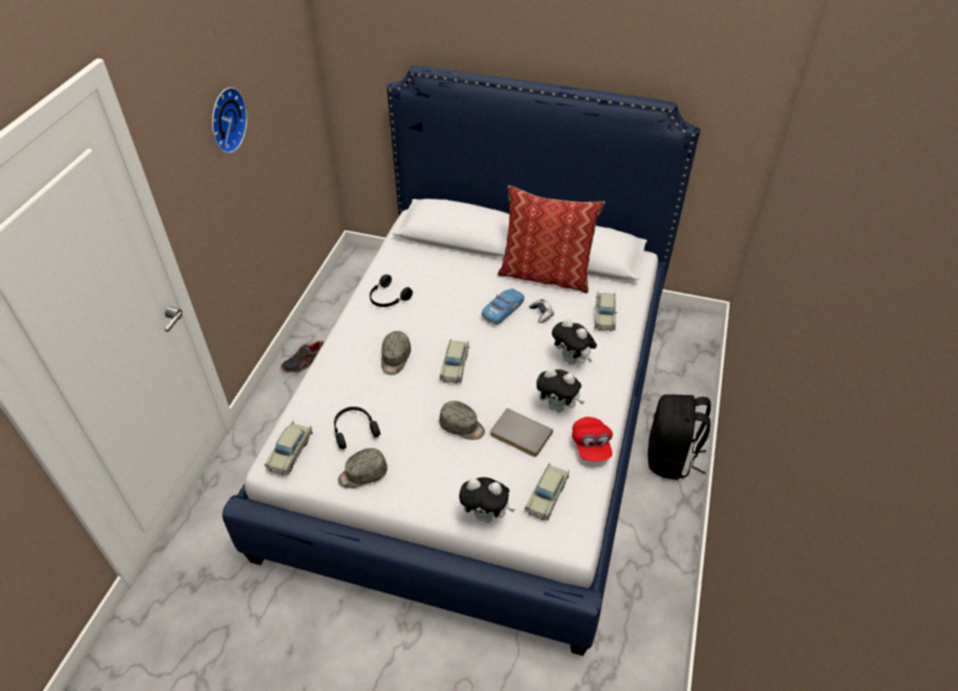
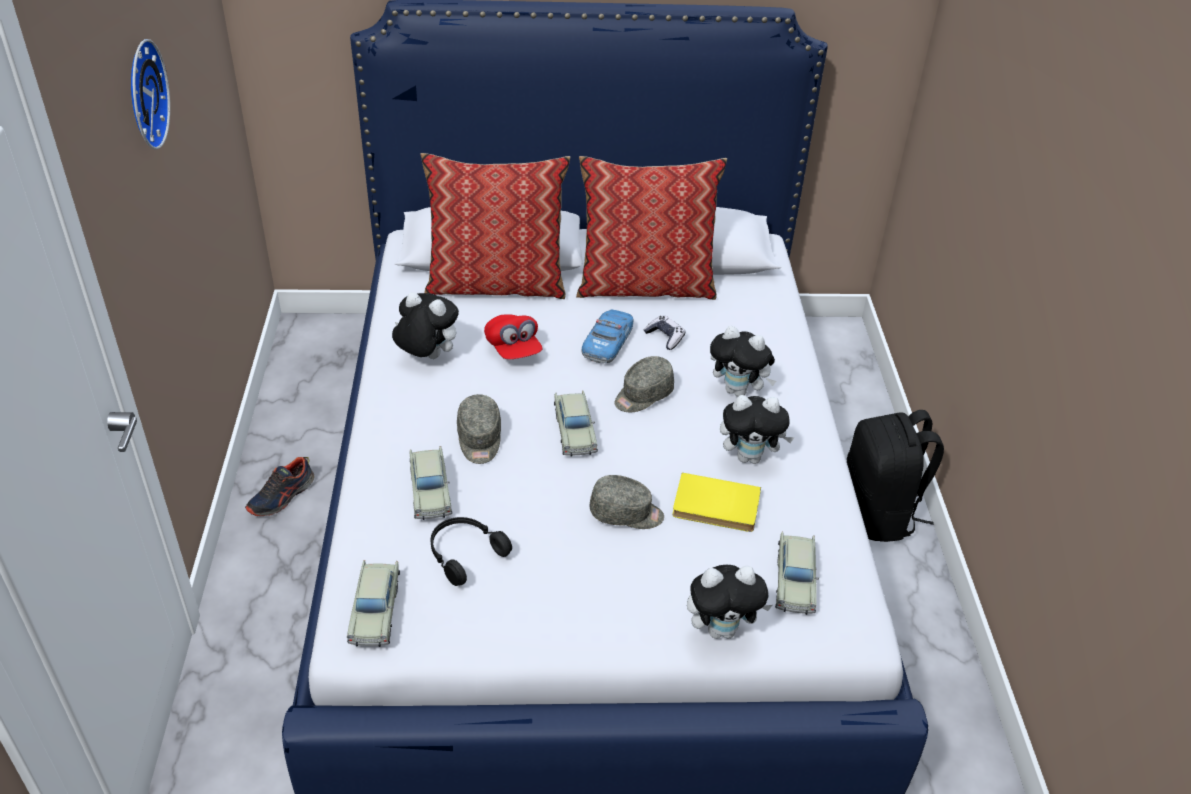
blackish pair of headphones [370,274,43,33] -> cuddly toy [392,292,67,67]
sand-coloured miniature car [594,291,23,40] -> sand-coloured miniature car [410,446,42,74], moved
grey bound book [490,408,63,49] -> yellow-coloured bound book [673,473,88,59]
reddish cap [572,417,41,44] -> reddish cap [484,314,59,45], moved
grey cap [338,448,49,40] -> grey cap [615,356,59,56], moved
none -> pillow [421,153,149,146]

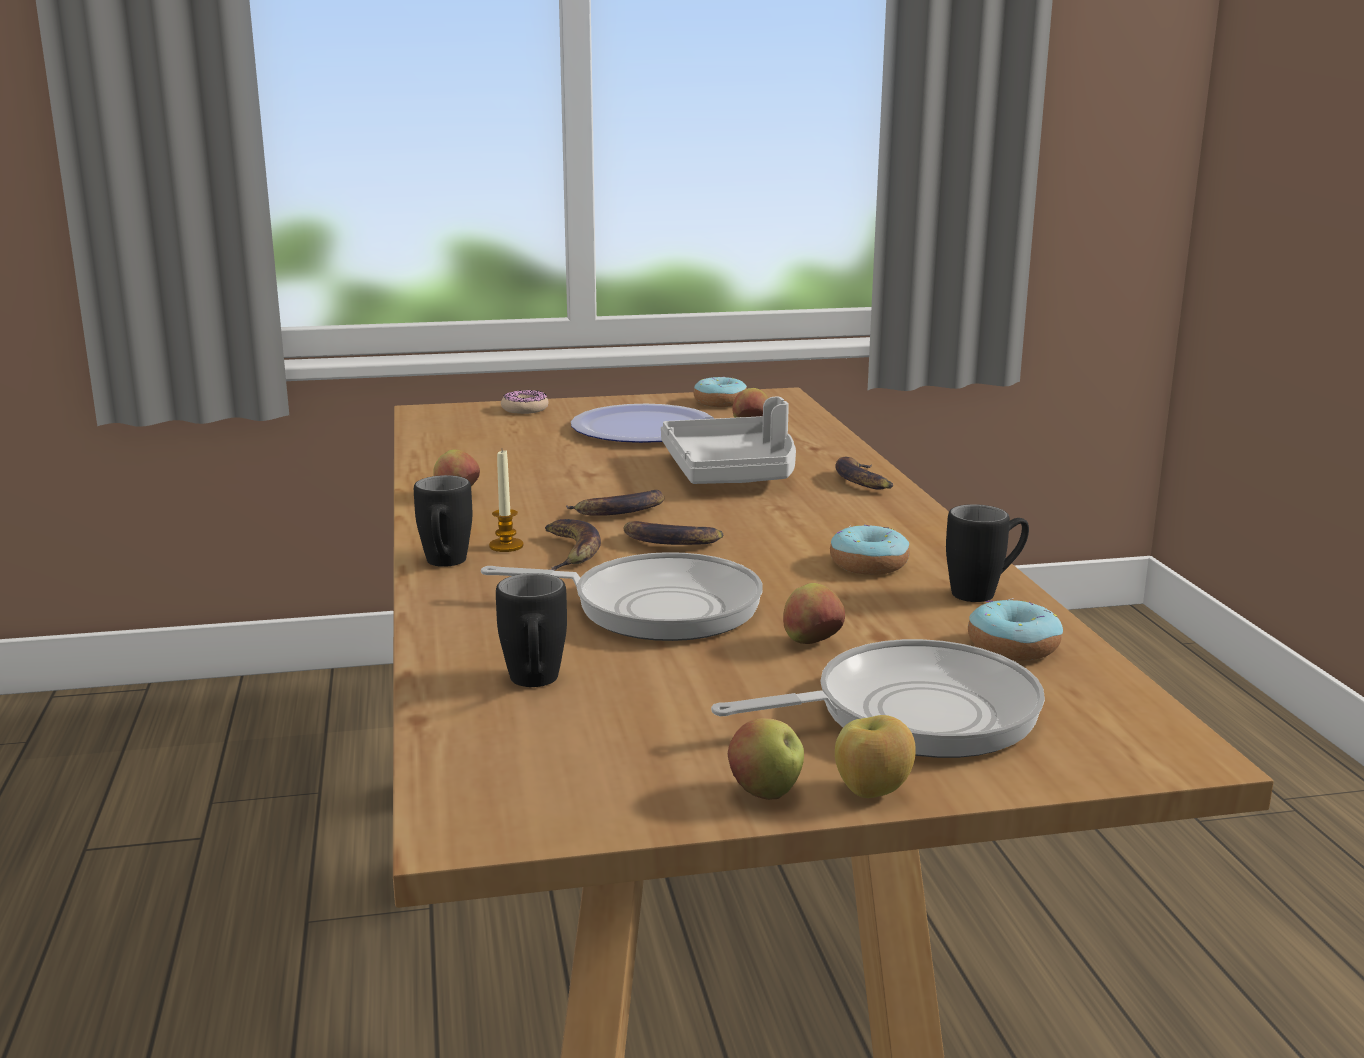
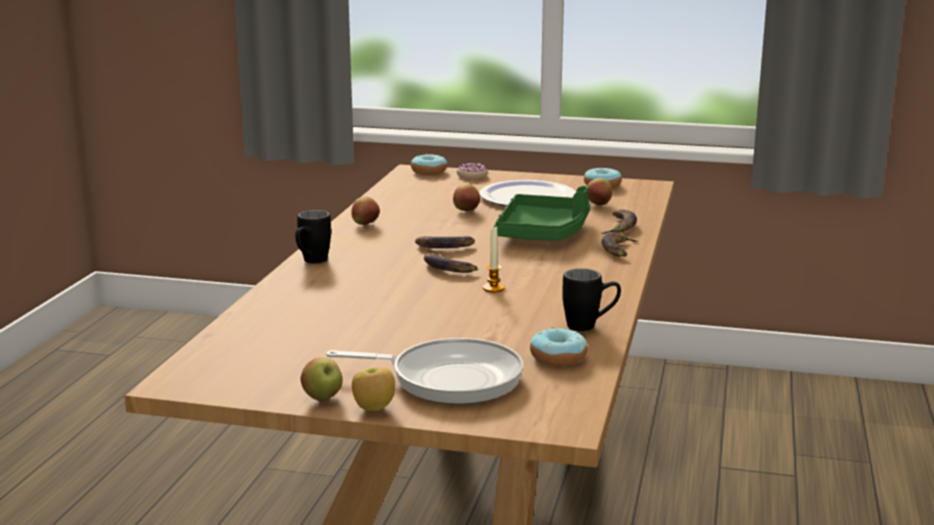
grey tray [661,397,135,87] -> green tray [494,186,96,55]
wax light [489,450,35,102] -> wax light [483,227,22,65], moved
banana fruit [545,519,56,52] -> banana fruit [602,209,35,25], moved
ring doughnut [830,525,80,50] -> ring doughnut [411,154,36,21], moved
skillet [481,552,282,89] -> none
blackish coffee mug [496,573,71,114] -> none
whole apple [783,583,62,61] -> whole apple [453,184,27,27], moved

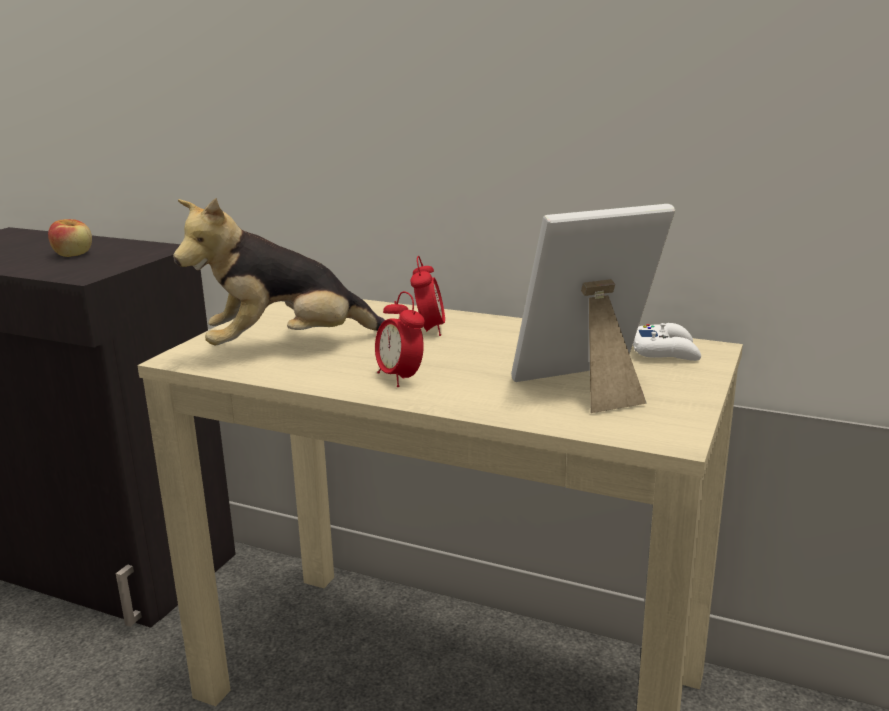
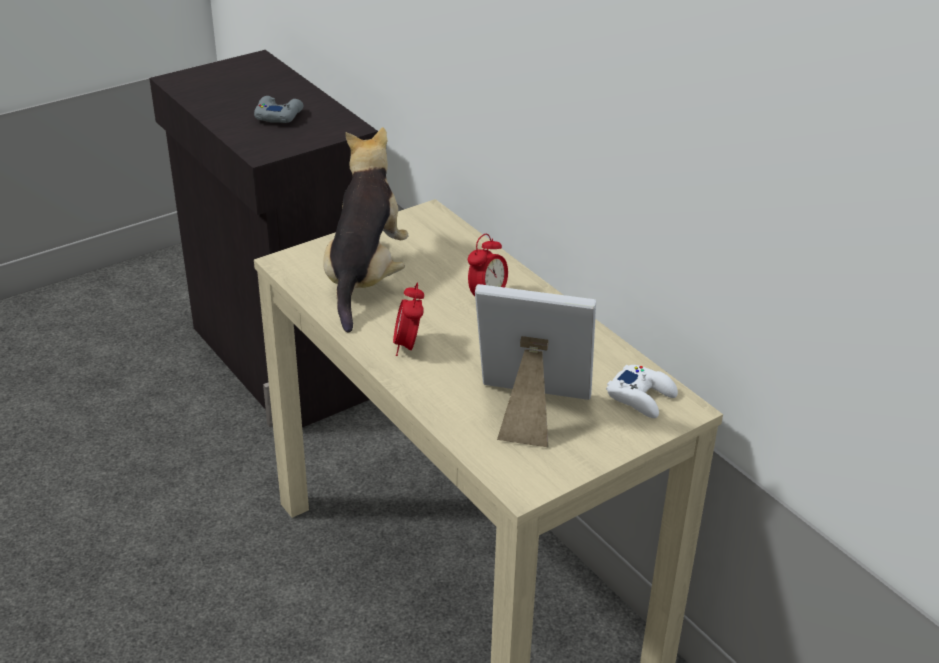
cuddly toy [173,198,212,147] -> cuddly toy [323,127,86,205], 90 degrees clockwise
whole apple [48,219,44,38] -> grey gamepad [254,96,49,27]

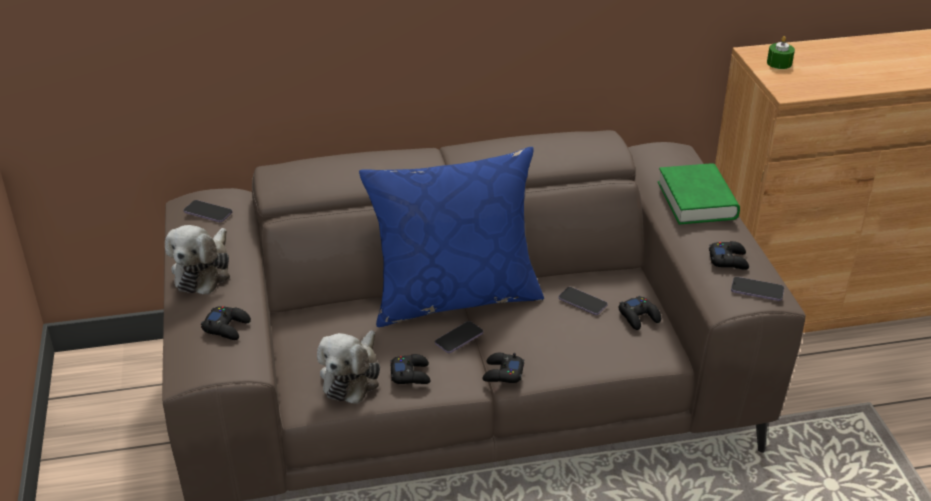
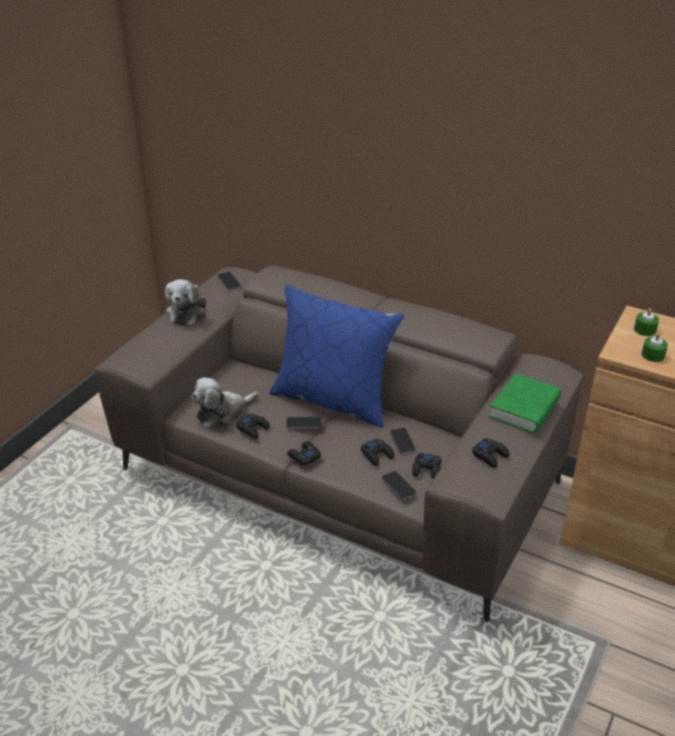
cuddly toy [165,225,65,70] -> cuddly toy [165,279,41,46], 45 degrees counterclockwise
telephone [731,277,53,24] -> telephone [382,471,34,29], moved
blackish gamepad [201,306,50,34] -> blackish gamepad [361,438,33,28], moved
none -> green wax light [641,333,27,29]

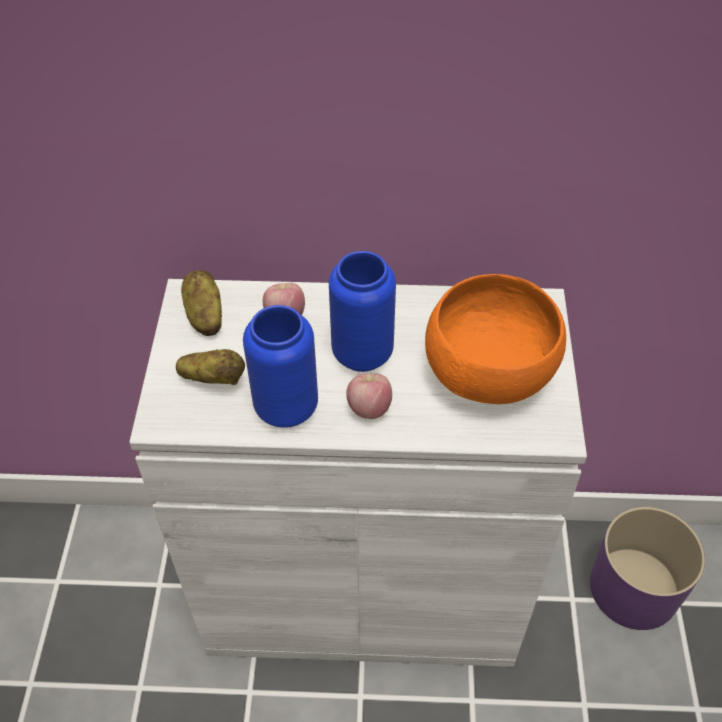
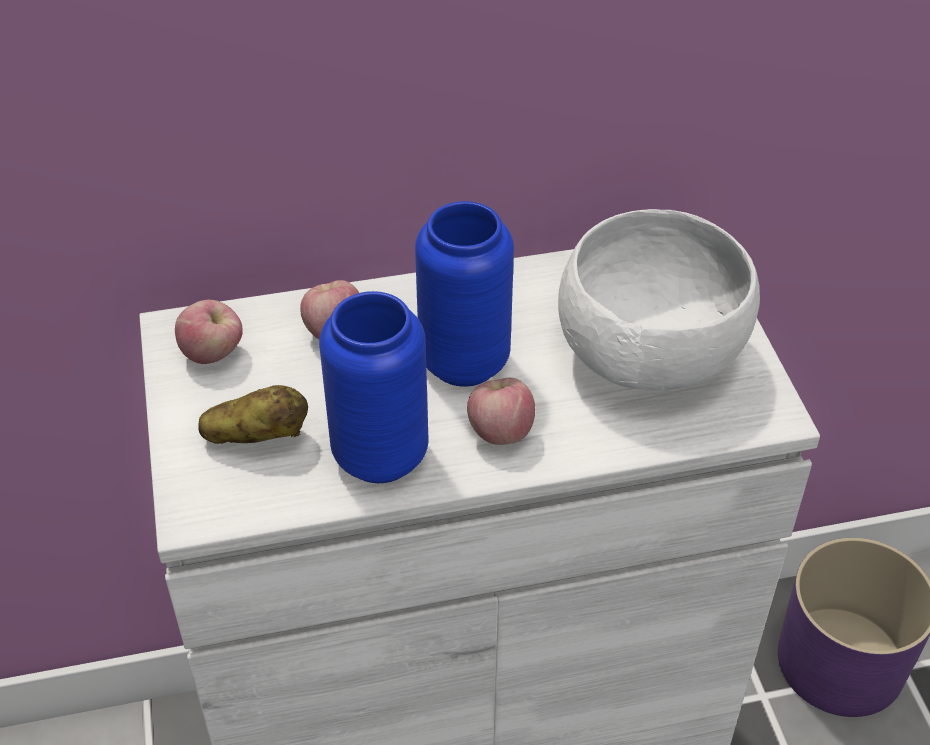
potato [181,270,41,66] -> whole apple [175,300,68,64]
orange-coloured bowl [425,274,141,130] -> white-coloured bowl [558,209,202,181]

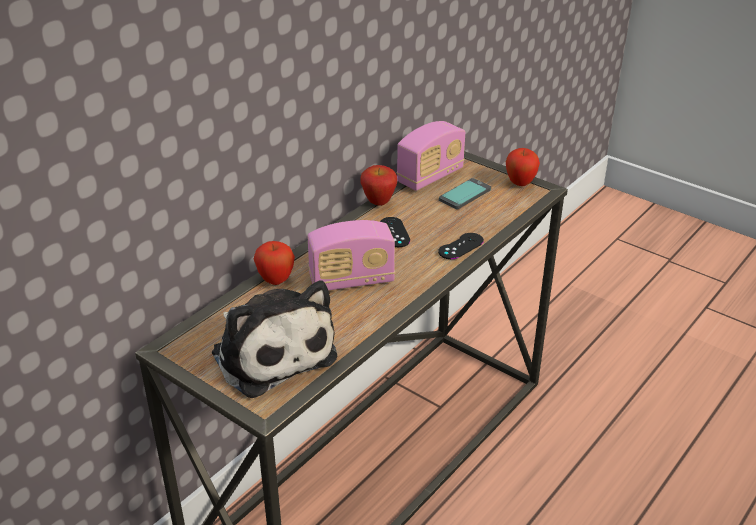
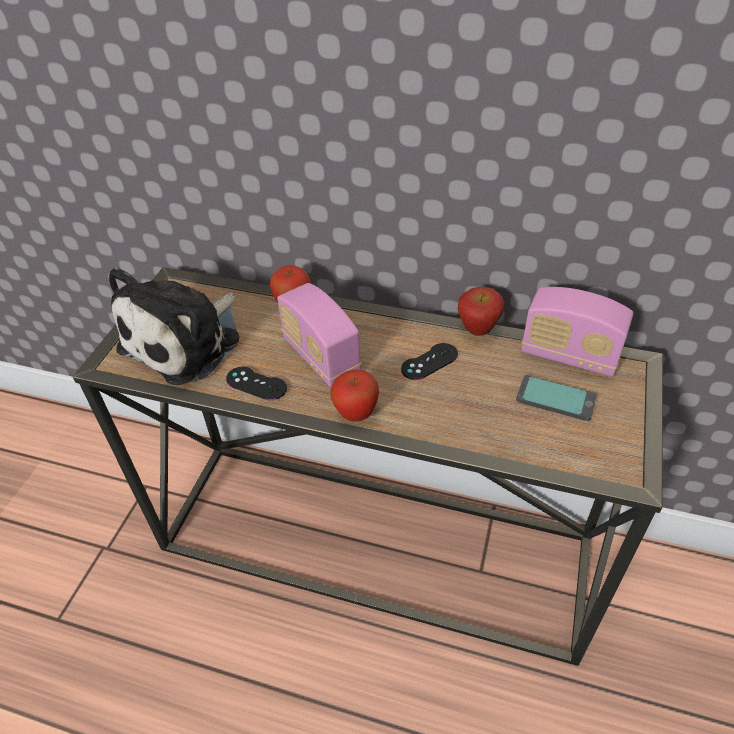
whole apple [506,148,34,38] -> whole apple [330,370,49,51], moved
blackish gamepad [438,233,46,26] -> blackish gamepad [226,367,61,33], moved

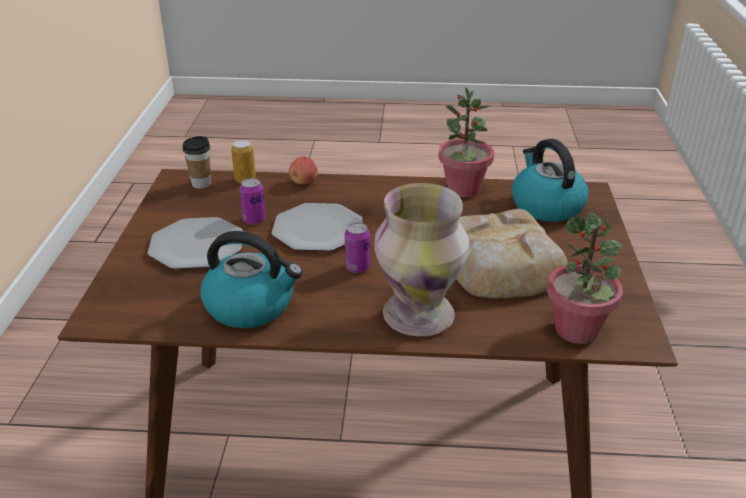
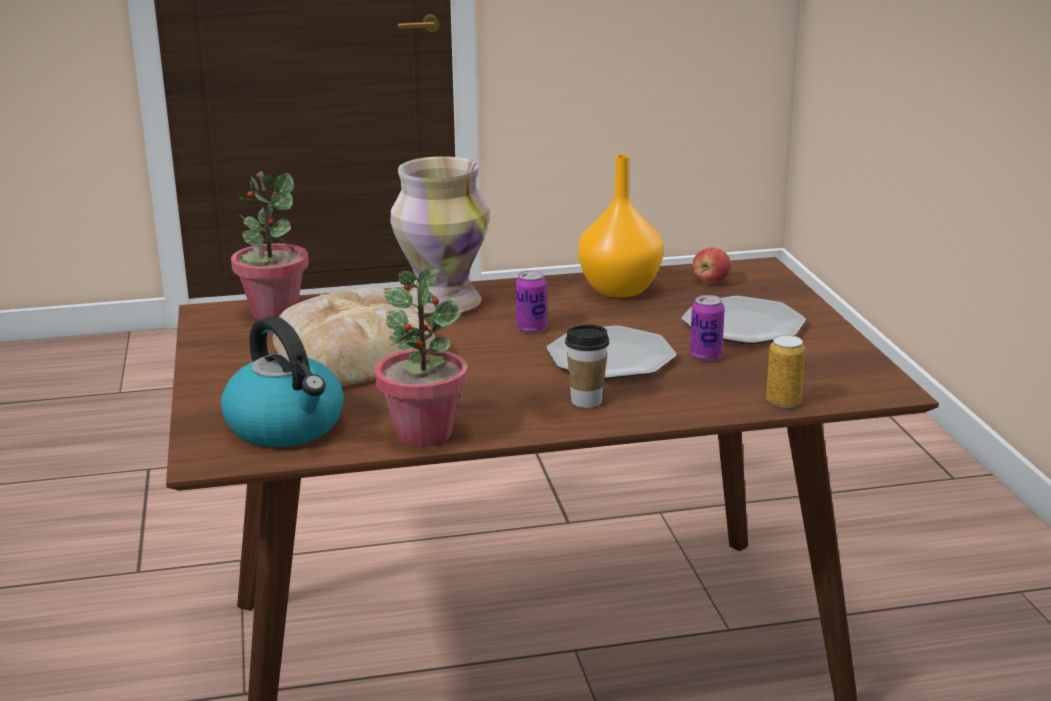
small cup [182,136,29,52] -> small cup [565,324,44,84], moved
whole apple [289,156,29,29] -> whole apple [692,247,39,37], moved
tea kettle [201,231,102,97] -> orange-coloured flower vase [578,155,85,142]

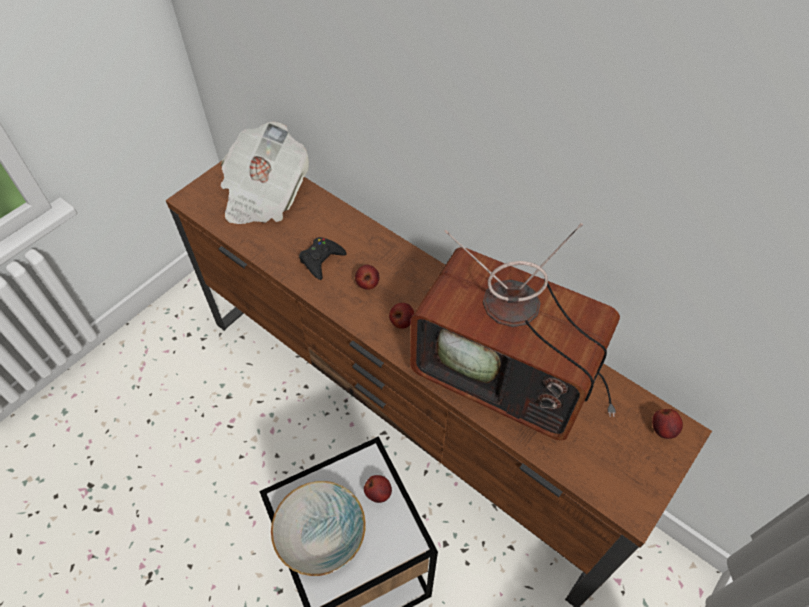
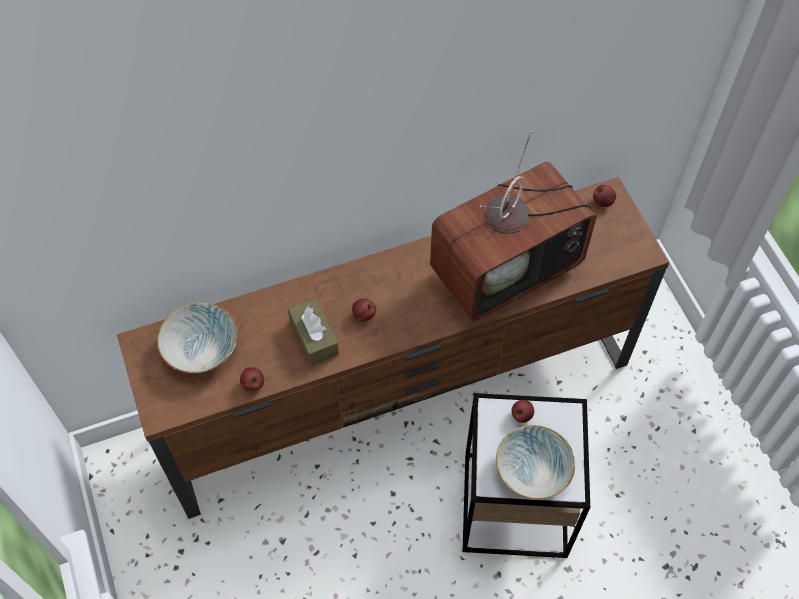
daily paper [220,122,89,102] -> bowl [157,303,80,70]
blackish gamepad [299,237,47,43] -> brown box of tissues [288,298,51,68]
whole apple [389,303,25,26] -> whole apple [240,367,24,24], moved

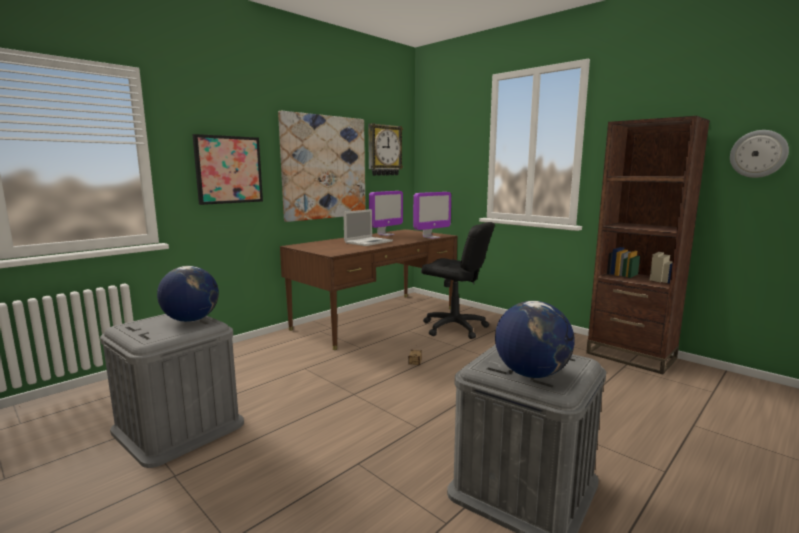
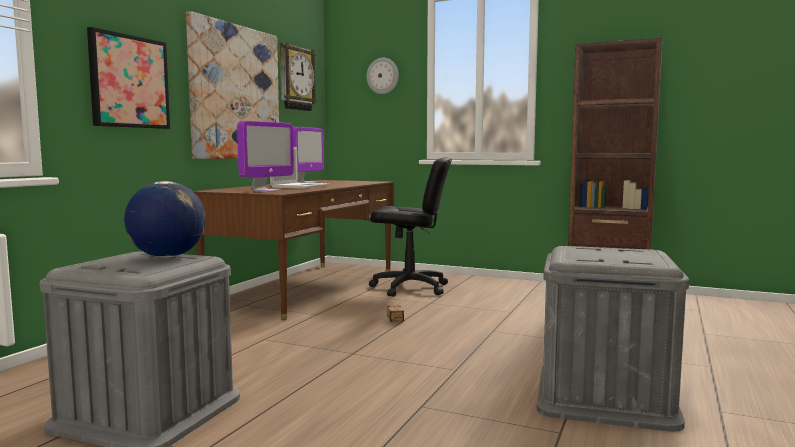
wall clock [730,130,59,48] -> wall clock [367,58,32,36], moved
computer display [413,192,38,47] -> computer display [237,121,57,71], moved
world globe [495,301,80,77] -> none

